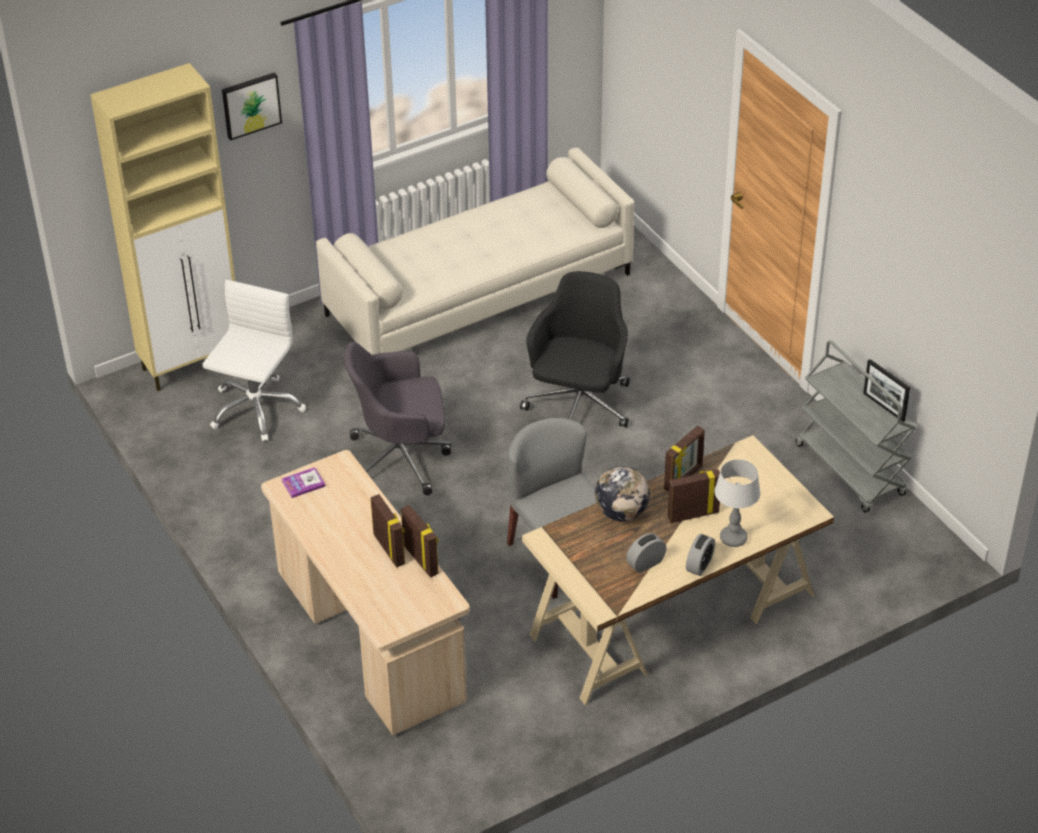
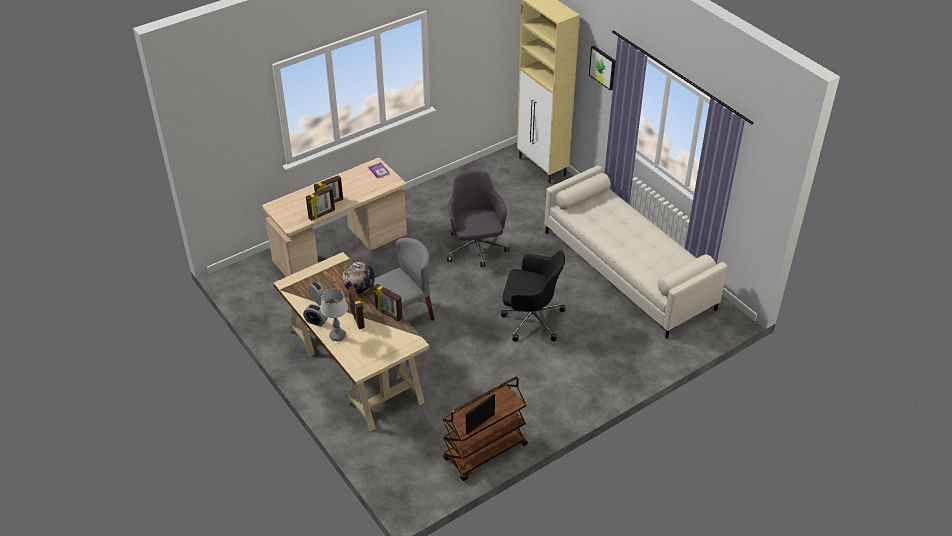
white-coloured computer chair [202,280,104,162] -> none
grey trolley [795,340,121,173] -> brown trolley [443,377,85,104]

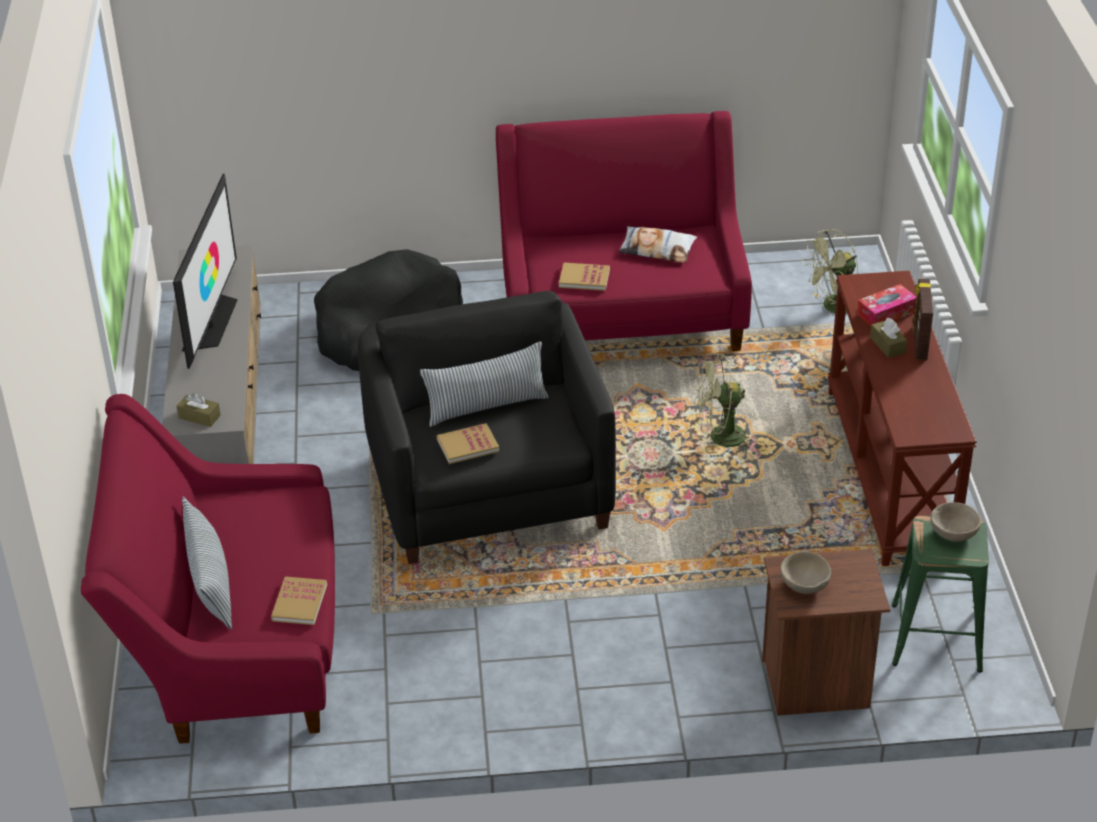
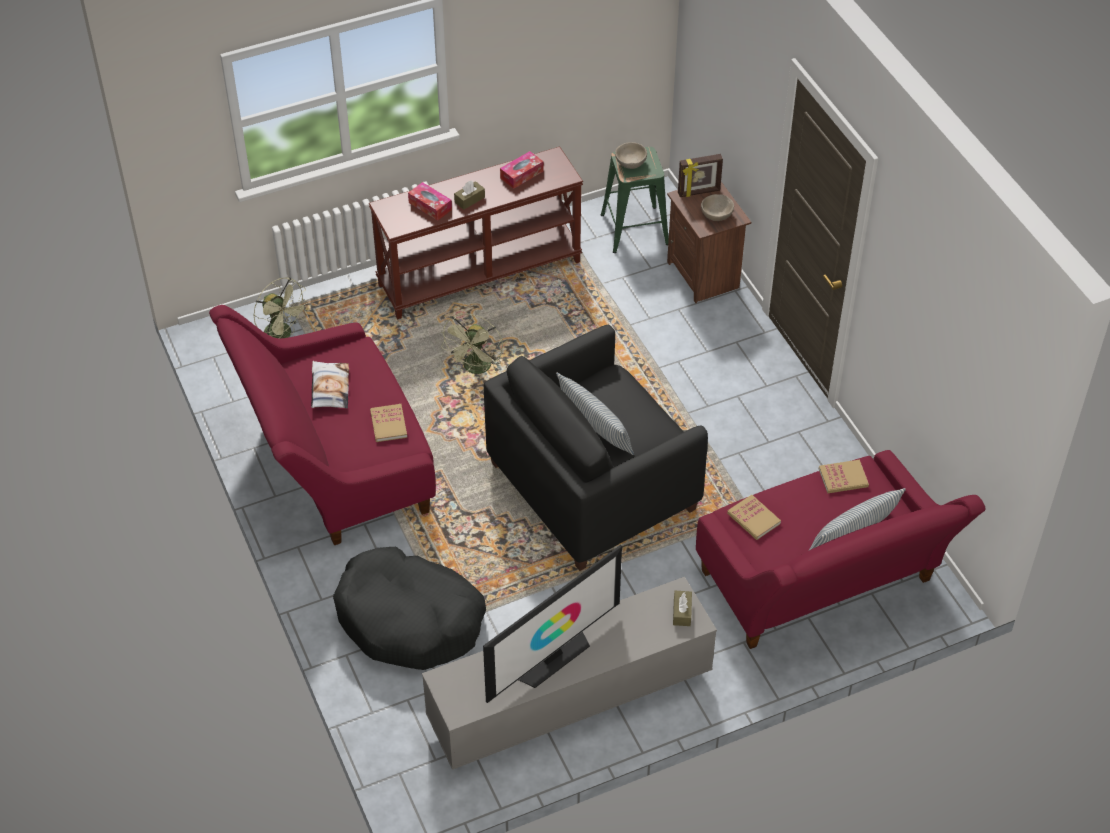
TV [173,174,64,195] -> TV [483,545,139,158], 150 degrees clockwise
picture frame [913,279,20,81] -> picture frame [678,154,45,43], moved
green electric fan [694,354,64,102] -> green electric fan [442,313,61,61], 45 degrees clockwise
bound book [437,423,62,41] -> bound book [727,494,54,46], moved
none -> box of tissues [500,151,43,38]

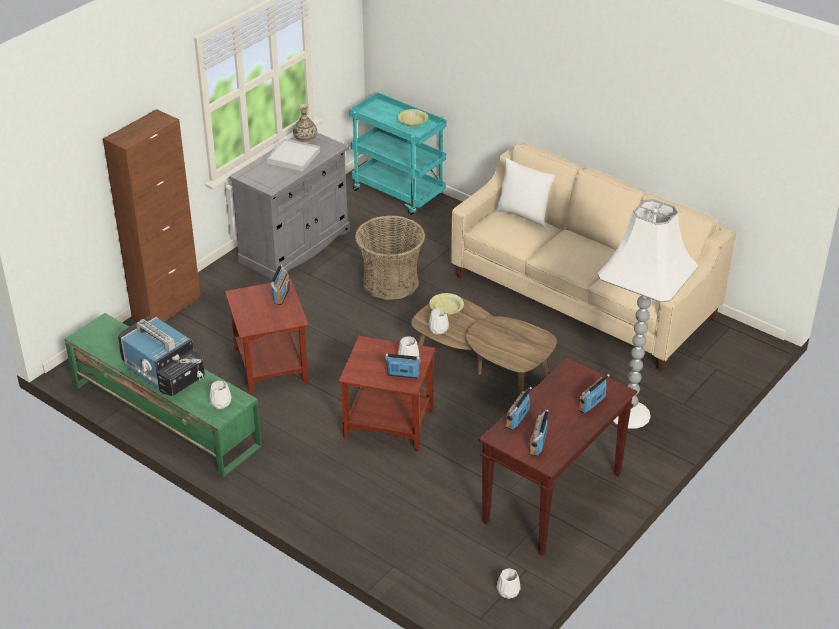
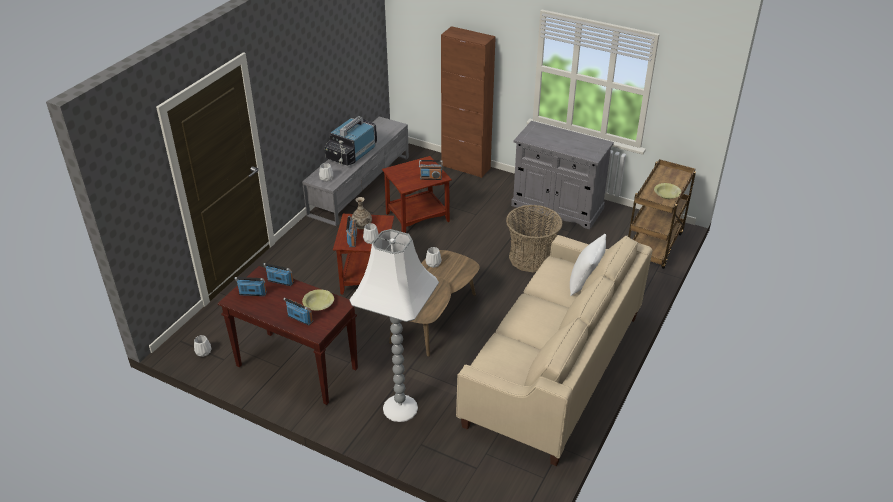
blue-green trolley [349,92,98,123] -> brown trolley [628,159,68,110]
flower vase [293,104,24,39] -> flower vase [351,197,21,33], moved
white-coloured tray [266,138,54,33] -> none
yellow-coloured bowl [429,293,35,22] -> yellow-coloured bowl [302,289,32,22], moved
green tv stand [65,313,197,165] -> grey tv stand [302,117,107,110]

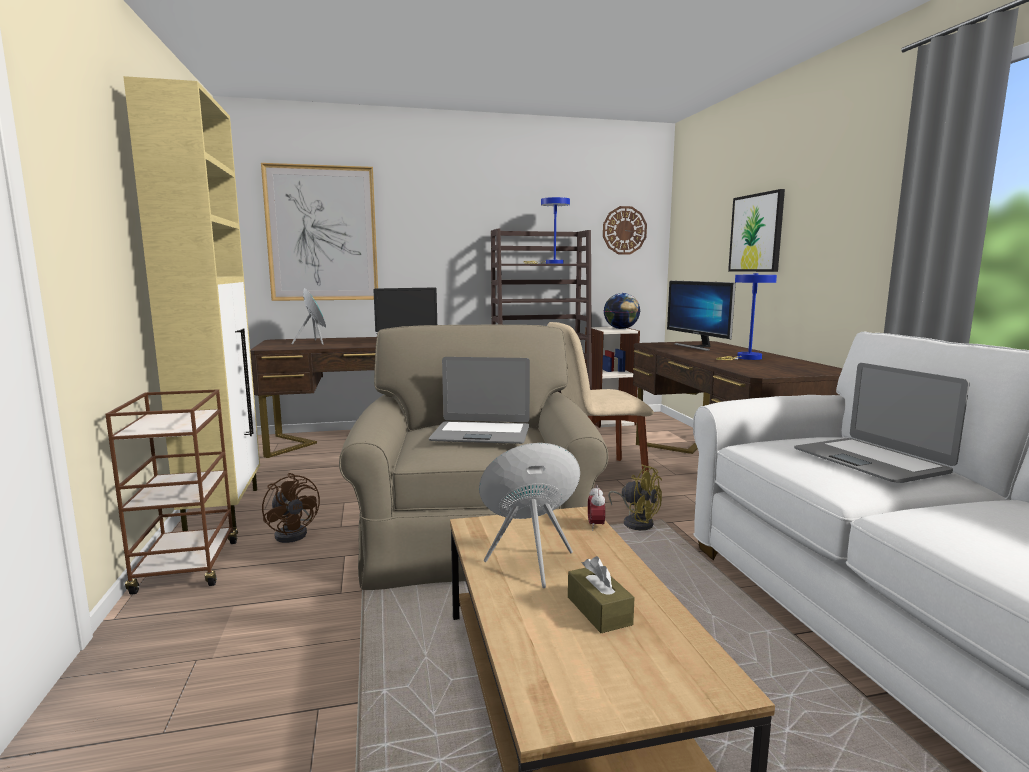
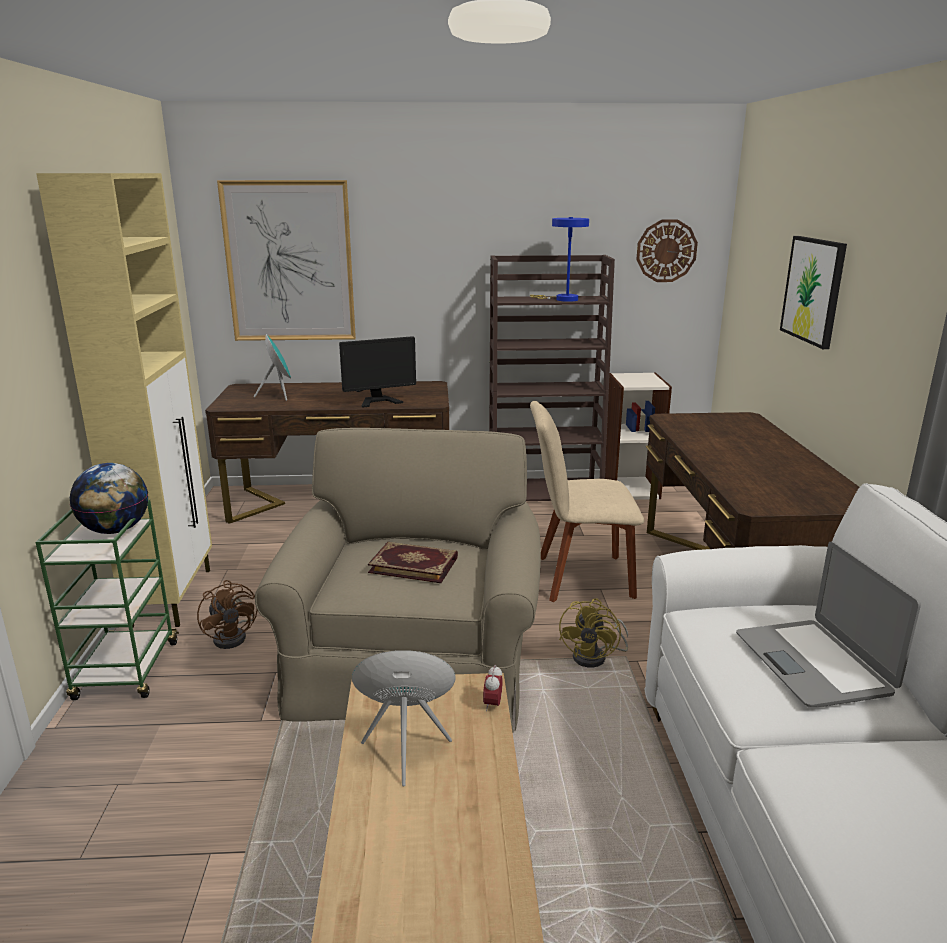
blue tabletop lamp [716,273,61,87] -> none
computer display [667,280,69,71] -> none
world globe [604,293,36,36] -> world globe [70,463,78,71], moved
laptop [429,357,101,87] -> bound book [368,542,90,41]
brown trolley [105,389,133,206] -> green trolley [35,499,144,201]
yellow-coloured electric fan [608,464,54,66] -> yellow-coloured electric fan [559,599,69,68], 60 degrees clockwise
brown box of tissues [568,556,67,77] -> none

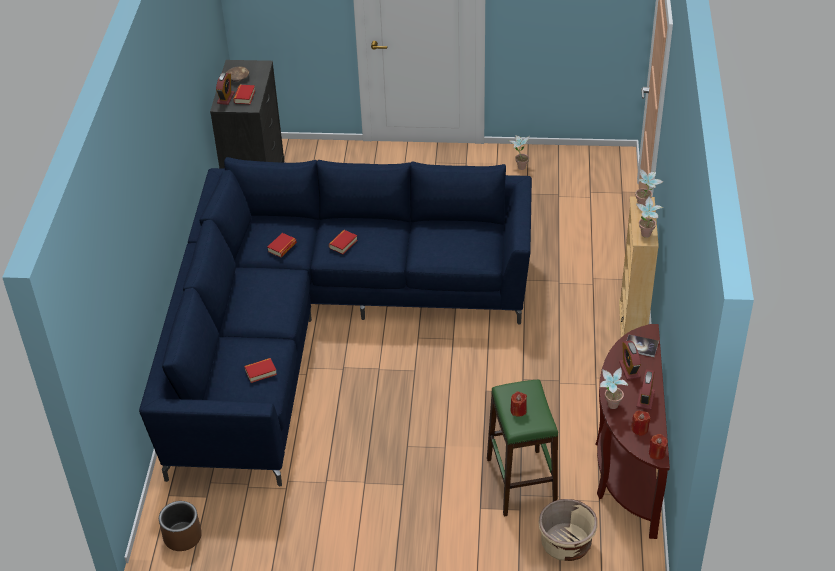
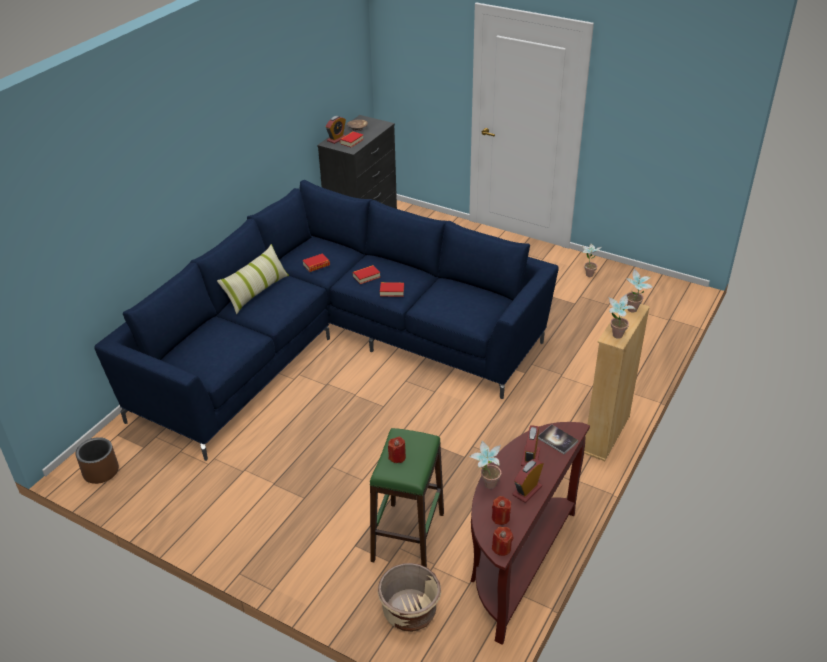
bound book [244,358,33,25] -> bound book [380,282,24,15], moved
none -> pillow [217,244,72,70]

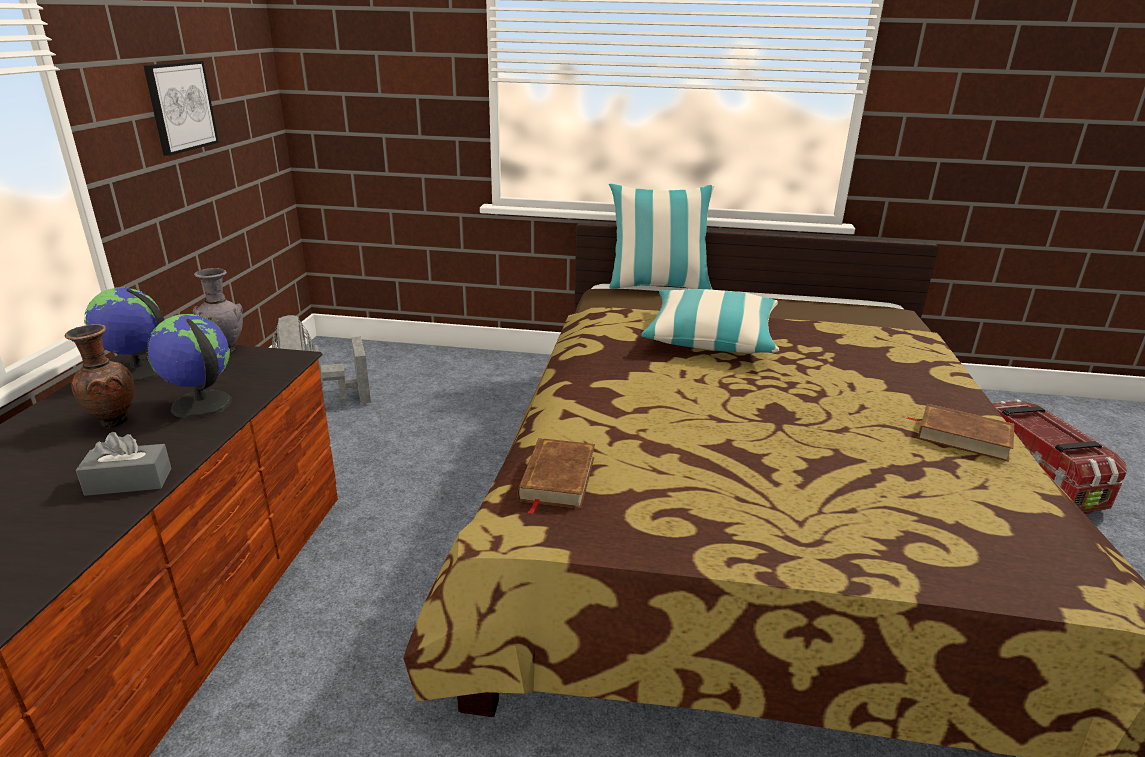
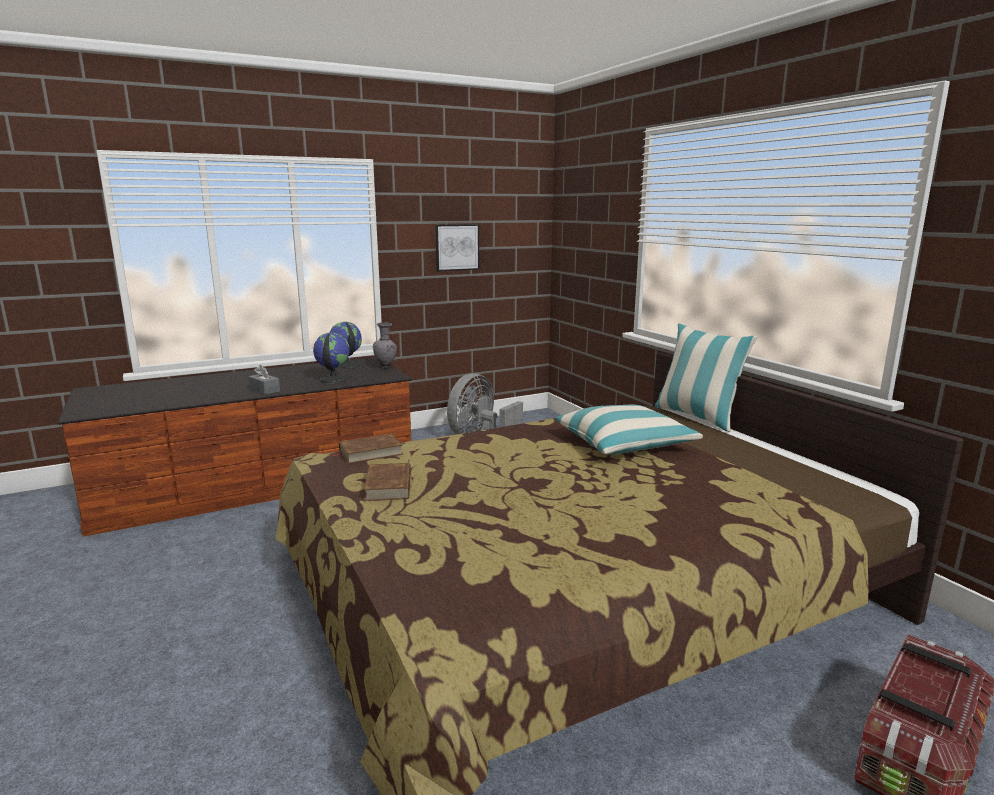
brown flower vase [65,324,70,104] -> none
brown bound book [907,404,107,58] -> brown bound book [364,463,47,38], moved

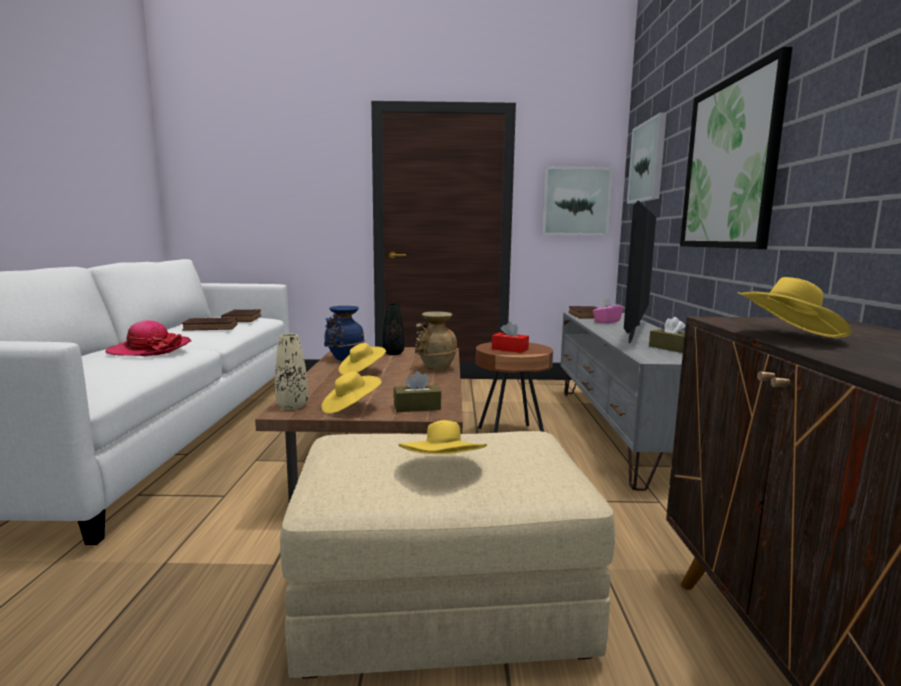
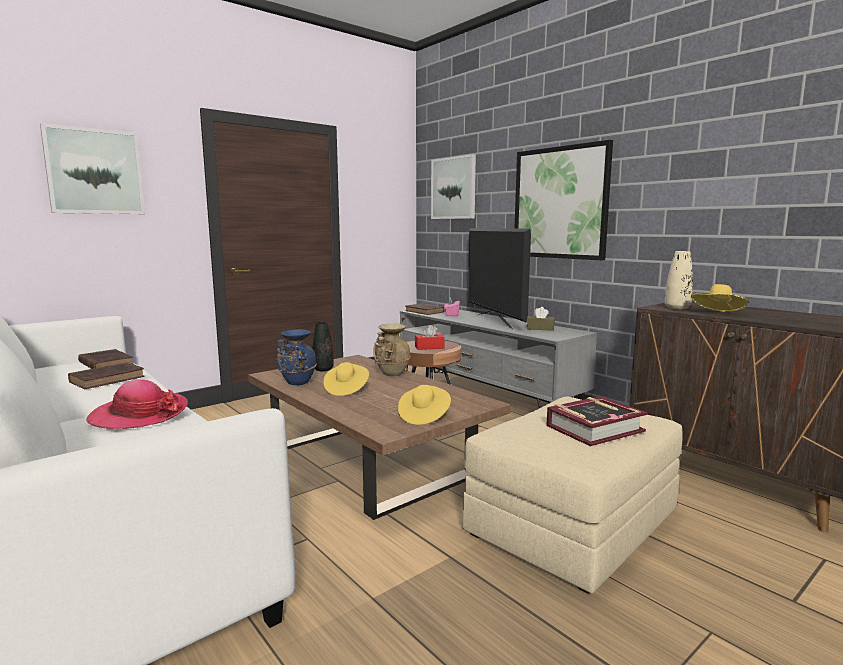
wall art [542,166,71,70] -> wall art [40,123,105,91], moved
sand-coloured flower vase [275,334,33,76] -> sand-coloured flower vase [665,251,28,59], moved
brown box of tissues [394,371,47,41] -> none
yellow-coloured clothing hat [399,420,88,34] -> bound book [546,396,101,50]

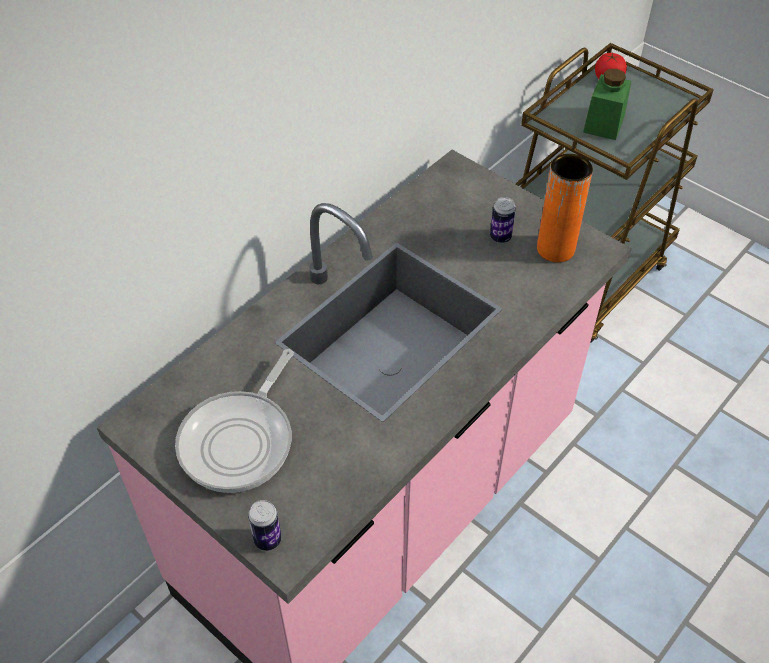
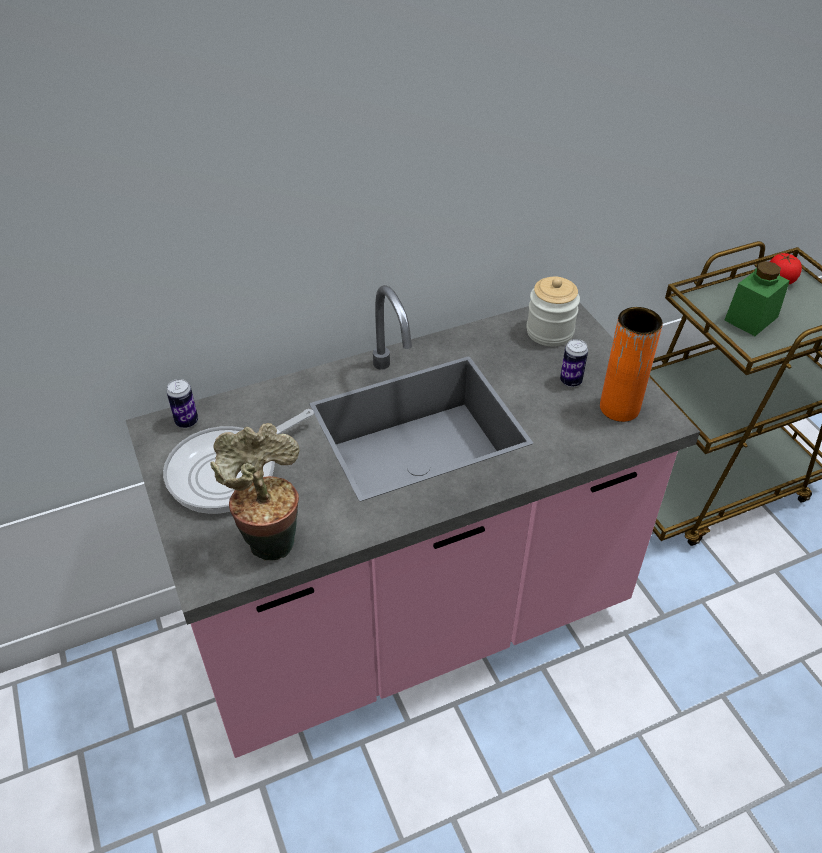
can [248,500,33,51] -> can [166,379,32,49], moved
none -> jar [526,277,54,69]
none -> potted plant [210,423,90,137]

